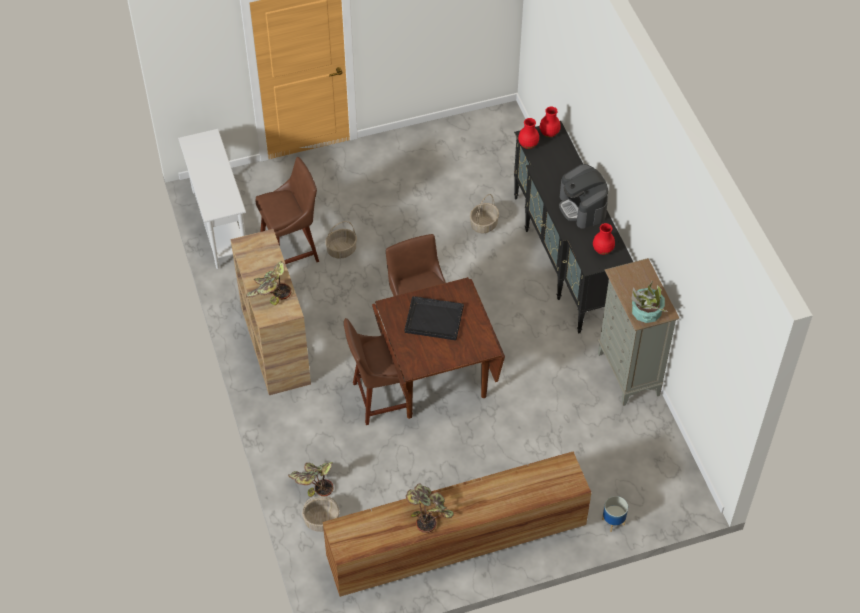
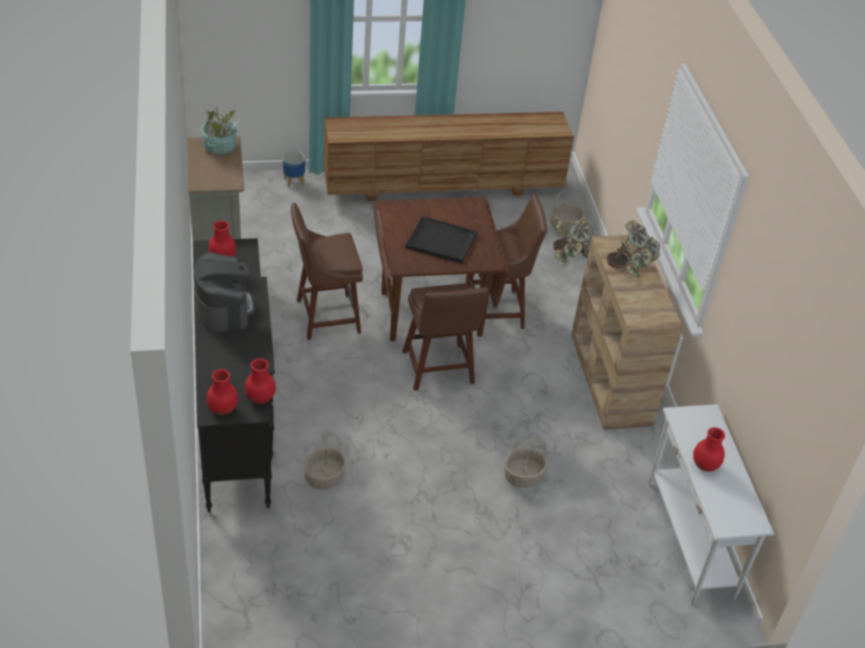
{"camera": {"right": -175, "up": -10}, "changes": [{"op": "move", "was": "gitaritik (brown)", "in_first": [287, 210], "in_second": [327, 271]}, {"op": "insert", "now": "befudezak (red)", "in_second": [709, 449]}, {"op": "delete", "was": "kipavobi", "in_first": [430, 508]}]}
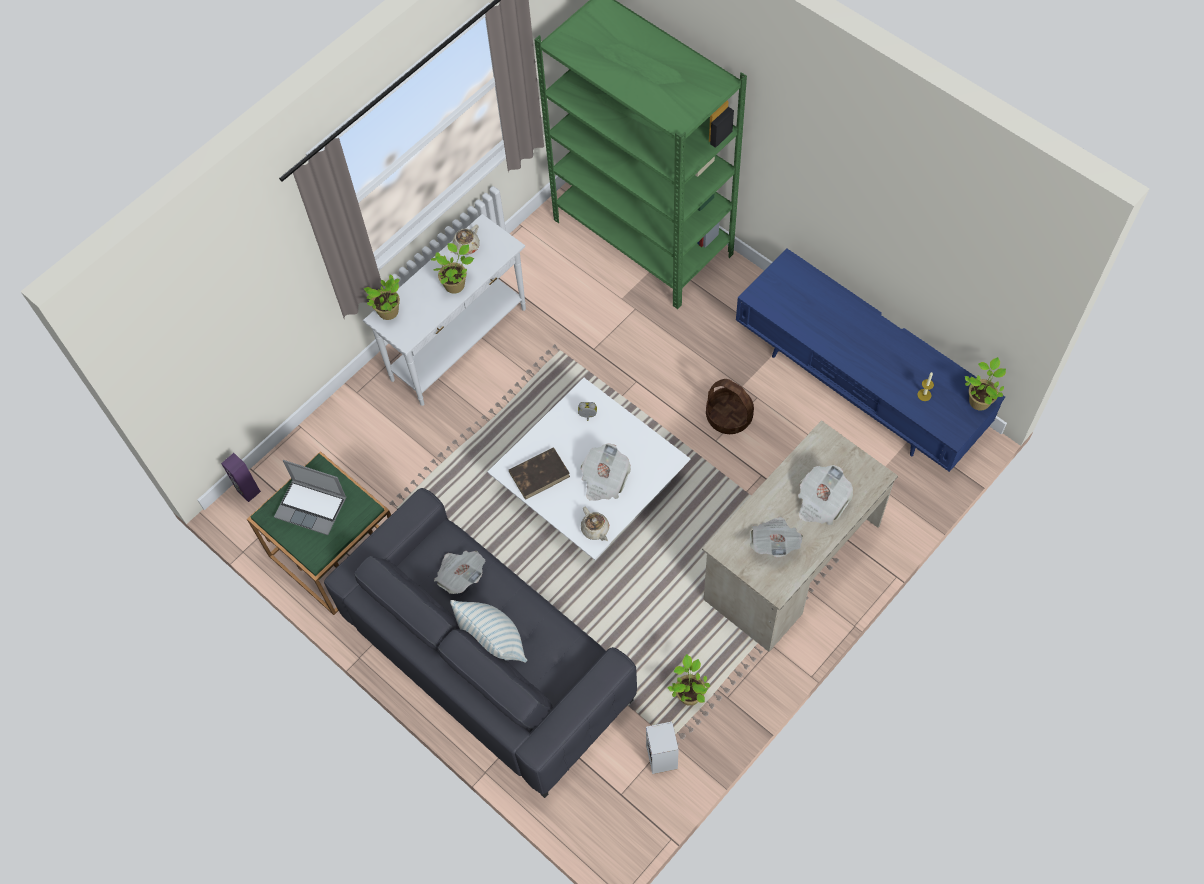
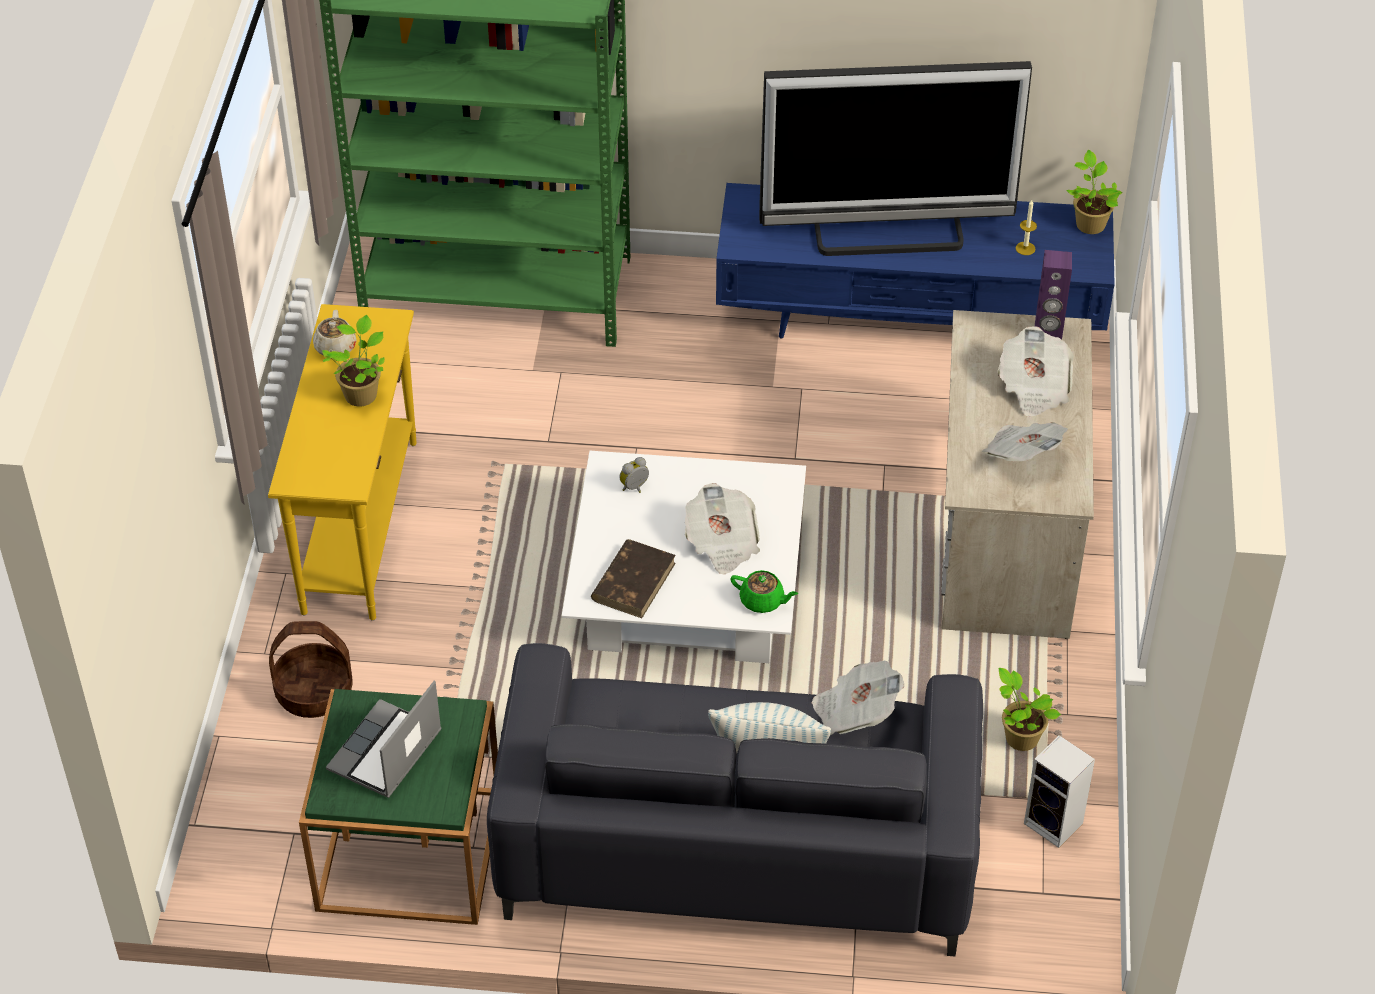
{"camera": {"right": -40, "up": -15}, "changes": [{"op": "recolor", "was": "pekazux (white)", "now": "pekazux (yellow)", "in_first": [444, 310], "in_second": [342, 462]}, {"op": "move", "was": "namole", "in_first": [730, 406], "in_second": [311, 669]}, {"op": "rotate", "was": "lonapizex", "in_first": [310, 497], "in_second": [384, 739], "clockwise": 135}, {"op": "recolor", "was": "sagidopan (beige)", "now": "sagidopan (green)", "in_first": [595, 524], "in_second": [764, 591]}, {"op": "insert", "now": "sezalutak", "in_second": [895, 158]}, {"op": "move", "was": "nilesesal", "in_first": [459, 572], "in_second": [858, 698]}, {"op": "move", "was": "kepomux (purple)", "in_first": [241, 477], "in_second": [1053, 294]}, {"op": "delete", "was": "kipavobi", "in_first": [382, 297]}]}
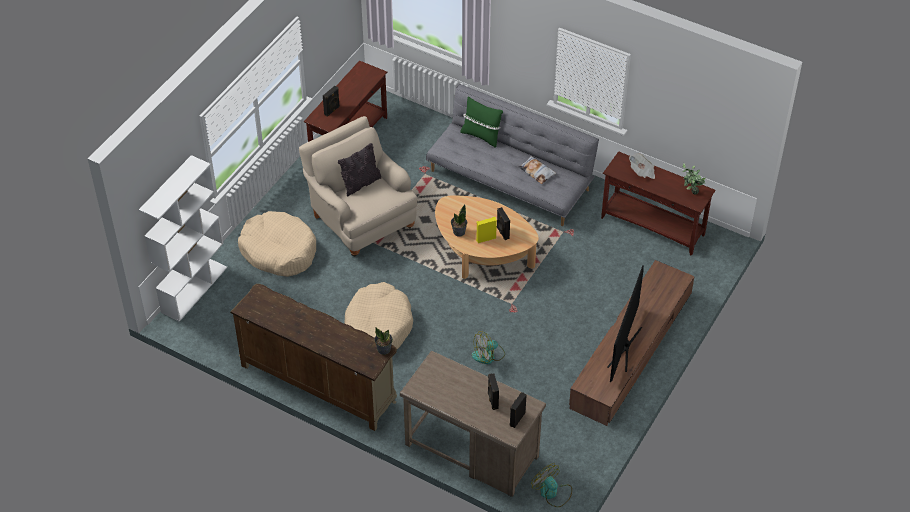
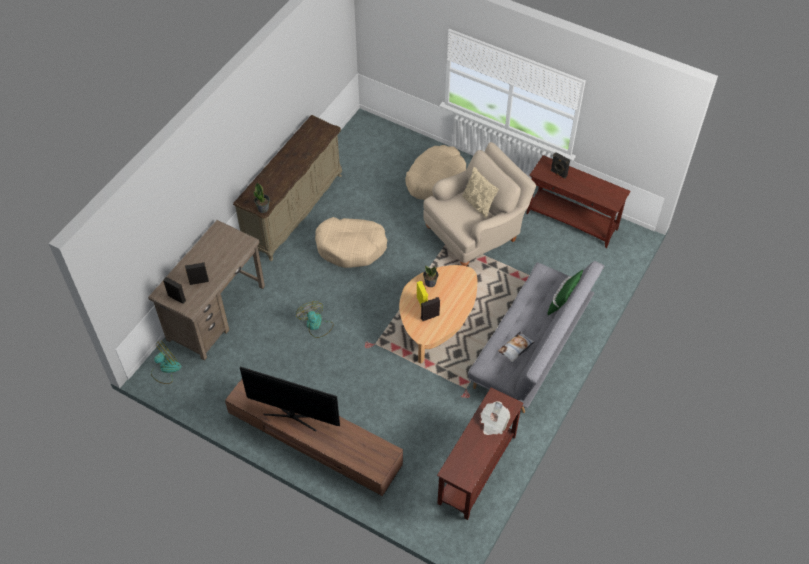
{"camera": {"right": 90, "up": 5}, "changes": [{"op": "recolor", "was": "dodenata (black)", "now": "dodenata (beige)", "in_first": [359, 170], "in_second": [480, 193]}, {"op": "delete", "was": "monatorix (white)", "in_first": [183, 238]}, {"op": "delete", "was": "kipavobi", "in_first": [694, 179]}]}
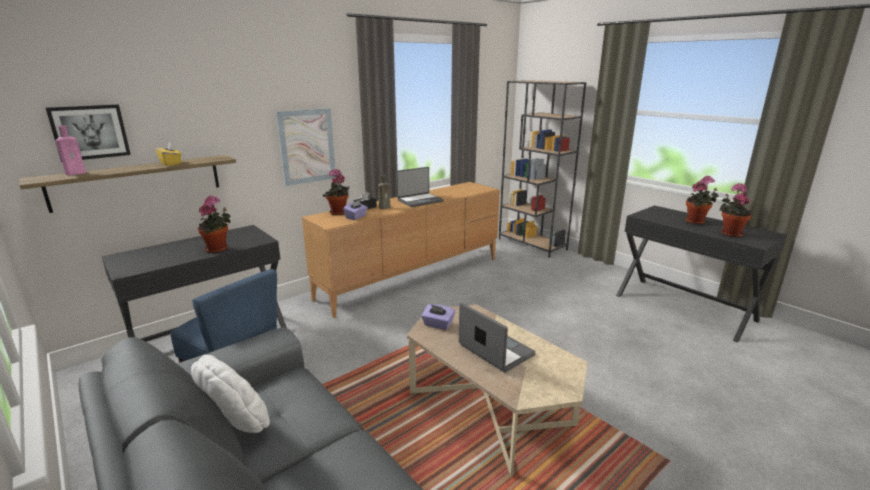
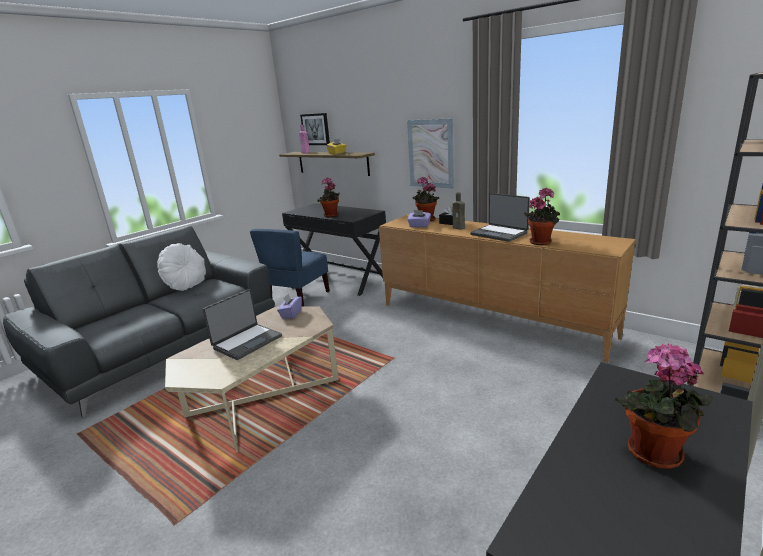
{"camera": {"right": 80, "up": 0}, "changes": [{"op": "move", "was": "kipavobi", "in_first": [735, 210], "in_second": [542, 216]}]}
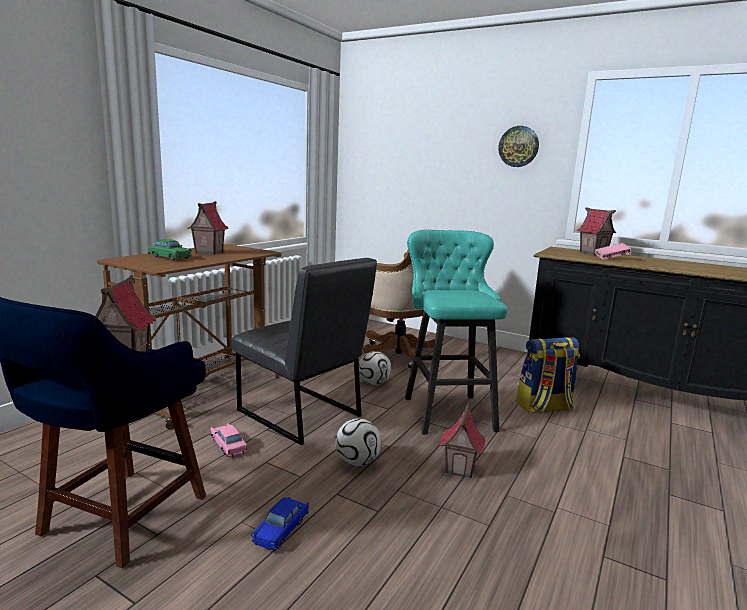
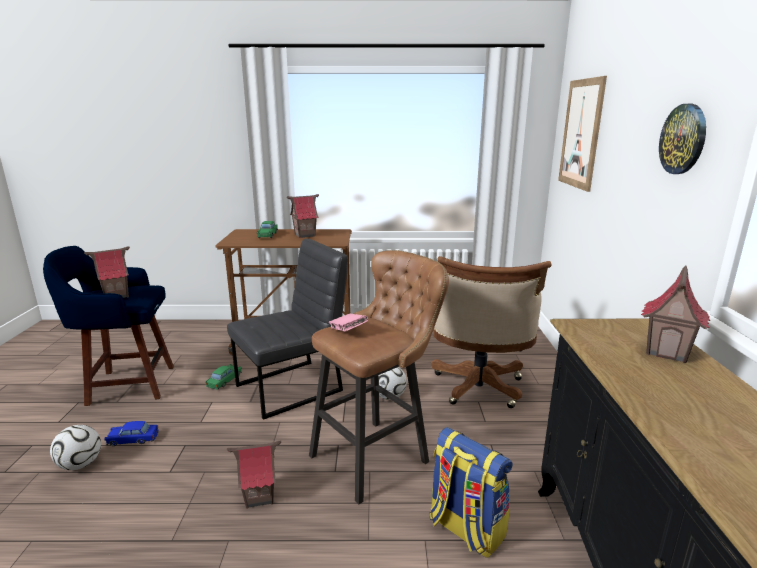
{"camera": {"right": 60, "up": 5}, "changes": [{"op": "move", "was": "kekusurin", "in_first": [358, 442], "in_second": [75, 447]}, {"op": "recolor", "was": "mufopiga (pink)", "now": "mufopiga (green)", "in_first": [228, 440], "in_second": [223, 377]}, {"op": "rotate", "was": "gitaritik (grey)", "in_first": [304, 351], "in_second": [287, 329], "clockwise": -135}, {"op": "recolor", "was": "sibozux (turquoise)", "now": "sibozux (brown)", "in_first": [456, 332], "in_second": [379, 377]}, {"op": "move", "was": "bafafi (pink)", "in_first": [612, 251], "in_second": [348, 323]}, {"op": "insert", "now": "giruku", "in_second": [582, 134]}]}
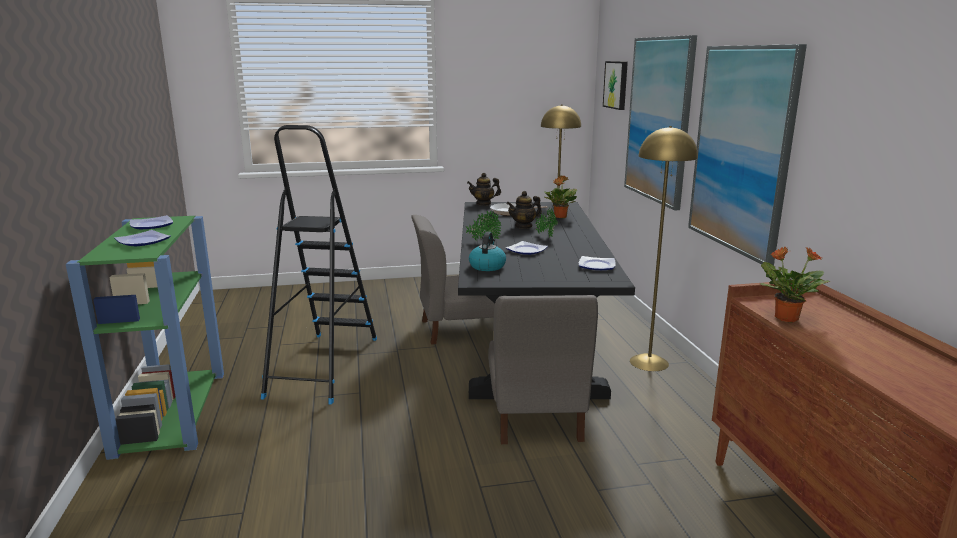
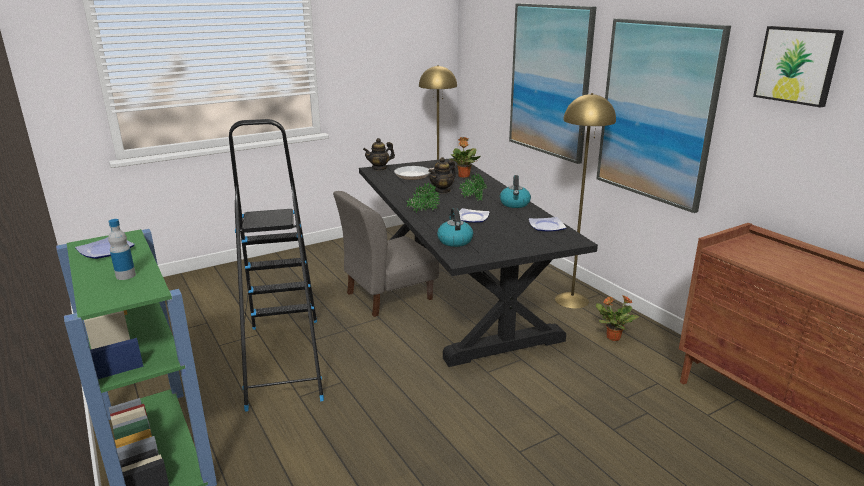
{"camera": {"right": -20, "up": 5}, "changes": [{"op": "replace", "was": "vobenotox", "now": "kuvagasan", "in_first": [142, 238], "in_second": [122, 249]}, {"op": "insert", "now": "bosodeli", "in_second": [515, 191]}, {"op": "move", "was": "kipavobi", "in_first": [795, 285], "in_second": [617, 318]}, {"op": "move", "was": "giruku", "in_first": [615, 85], "in_second": [798, 66]}, {"op": "delete", "was": "gitaritik (grey)", "in_first": [543, 369]}]}
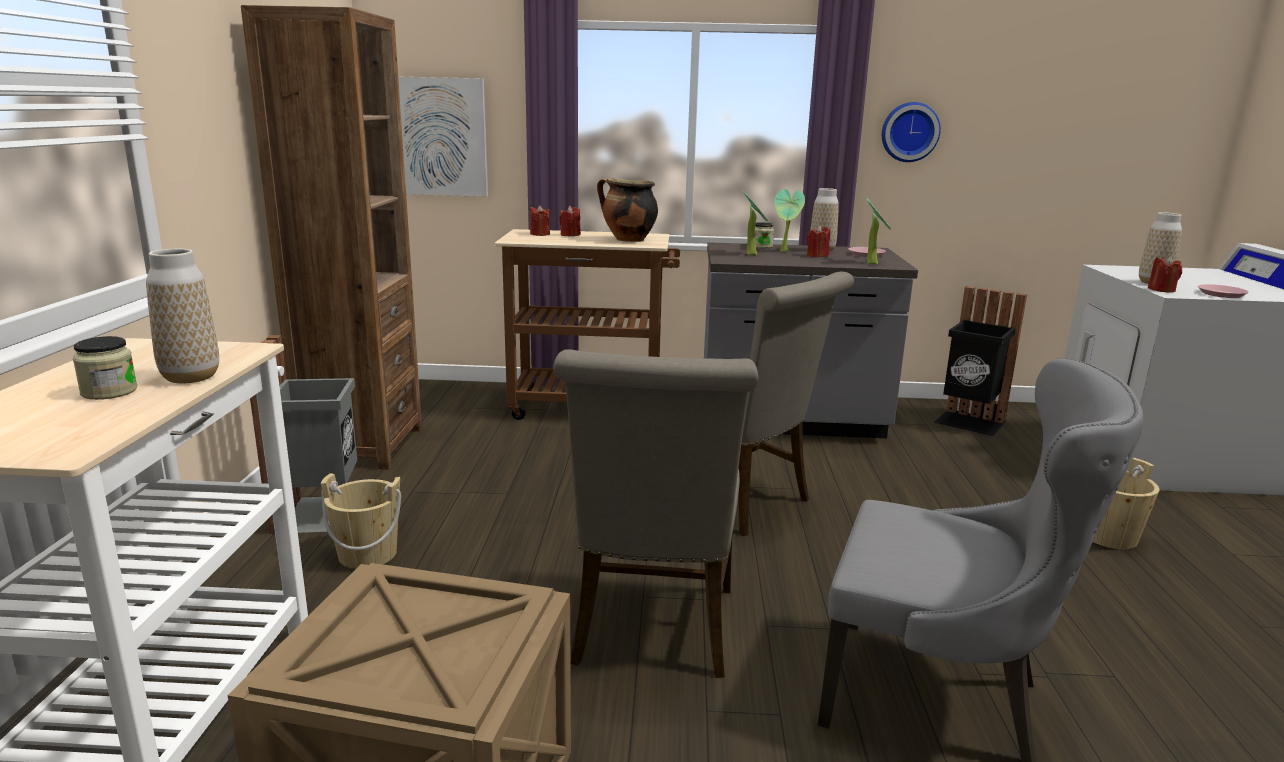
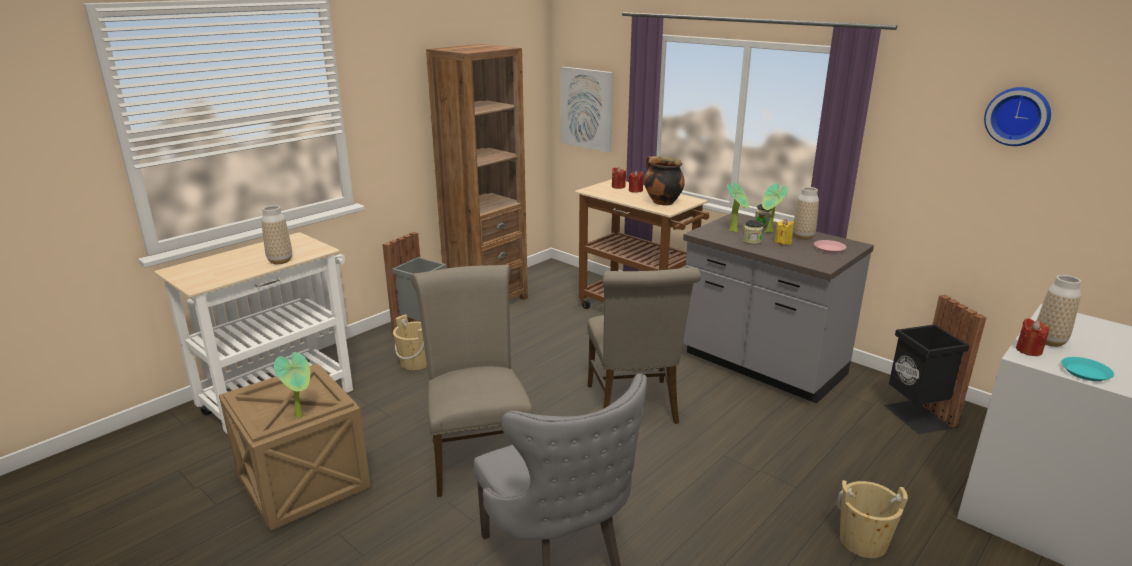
{"camera": {"right": 40, "up": 5}, "changes": [{"op": "move", "was": "kipavobi", "in_first": [878, 231], "in_second": [292, 385]}, {"op": "rotate", "was": "gitaritik (beige)", "in_first": [656, 513], "in_second": [472, 381], "clockwise": 120}, {"op": "move", "was": "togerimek", "in_first": [105, 368], "in_second": [753, 232]}, {"op": "recolor", "was": "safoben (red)", "now": "safoben (yellow)", "in_first": [818, 241], "in_second": [784, 231]}, {"op": "move", "was": "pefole", "in_first": [911, 132], "in_second": [1017, 116]}, {"op": "recolor", "was": "vobenotox (pink)", "now": "vobenotox (turquoise)", "in_first": [1223, 291], "in_second": [1087, 369]}]}
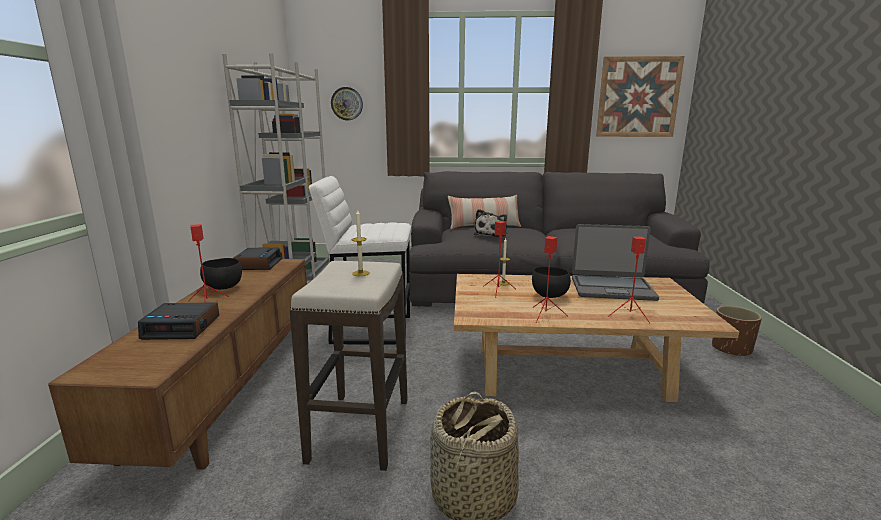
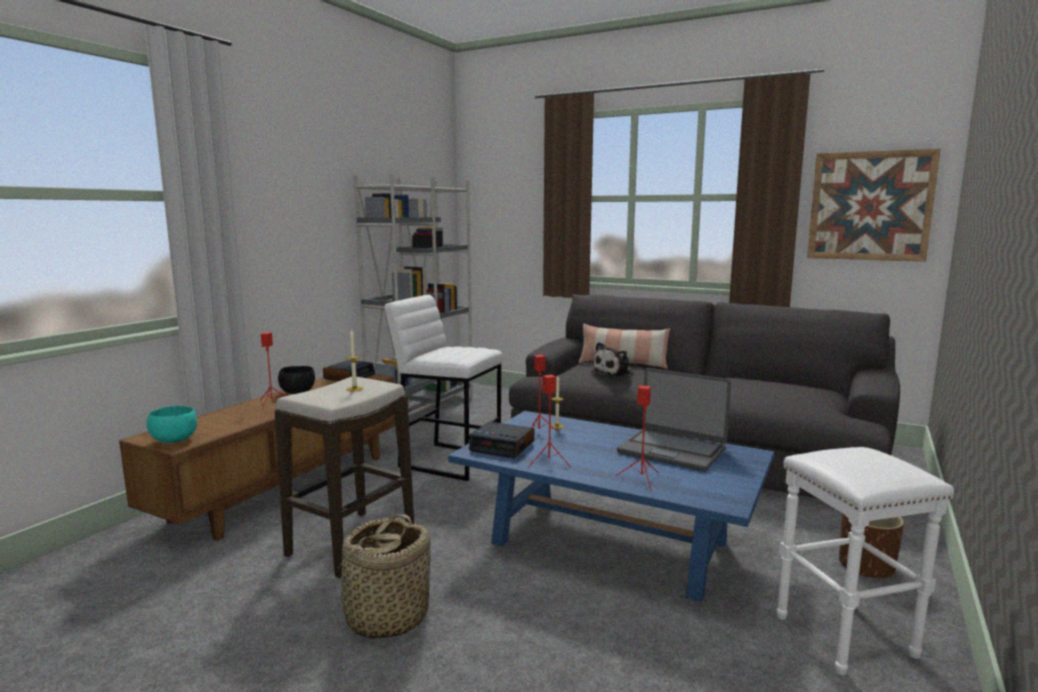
{"camera": {"right": 25, "up": -5}, "changes": [{"op": "insert", "now": "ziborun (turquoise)", "in_second": [172, 424]}, {"op": "recolor", "was": "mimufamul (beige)", "now": "mimufamul (blue)", "in_first": [596, 338], "in_second": [611, 506]}, {"op": "move", "was": "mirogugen", "in_first": [178, 321], "in_second": [501, 440]}, {"op": "insert", "now": "sibozux (white)", "in_second": [865, 561]}, {"op": "delete", "was": "pefole", "in_first": [347, 103]}, {"op": "delete", "was": "ziborun (black)", "in_first": [551, 282]}]}
